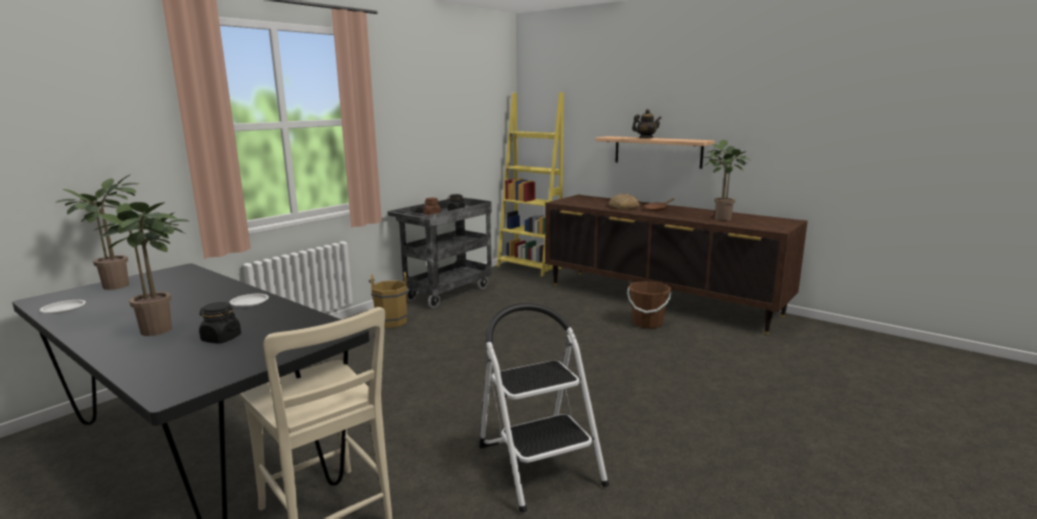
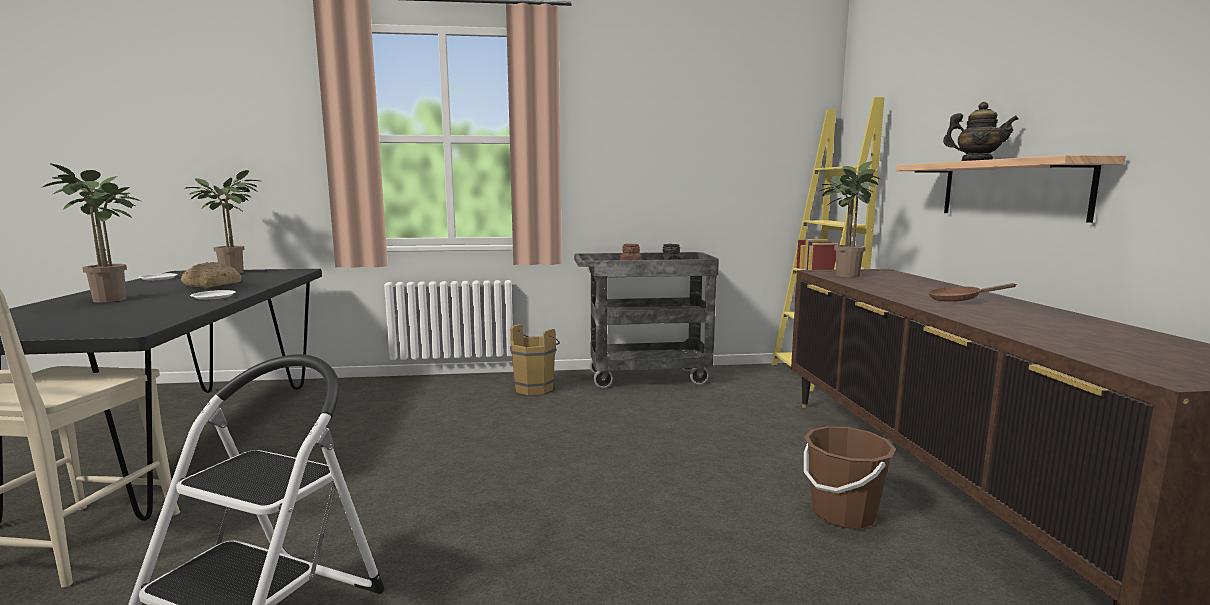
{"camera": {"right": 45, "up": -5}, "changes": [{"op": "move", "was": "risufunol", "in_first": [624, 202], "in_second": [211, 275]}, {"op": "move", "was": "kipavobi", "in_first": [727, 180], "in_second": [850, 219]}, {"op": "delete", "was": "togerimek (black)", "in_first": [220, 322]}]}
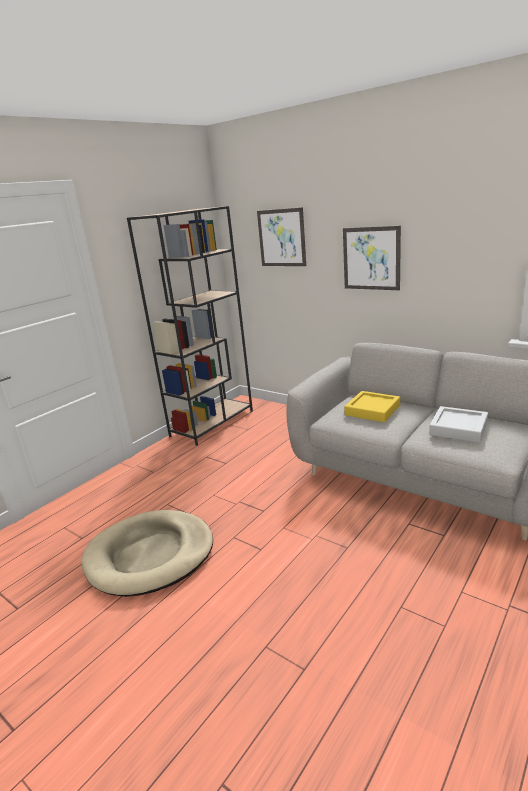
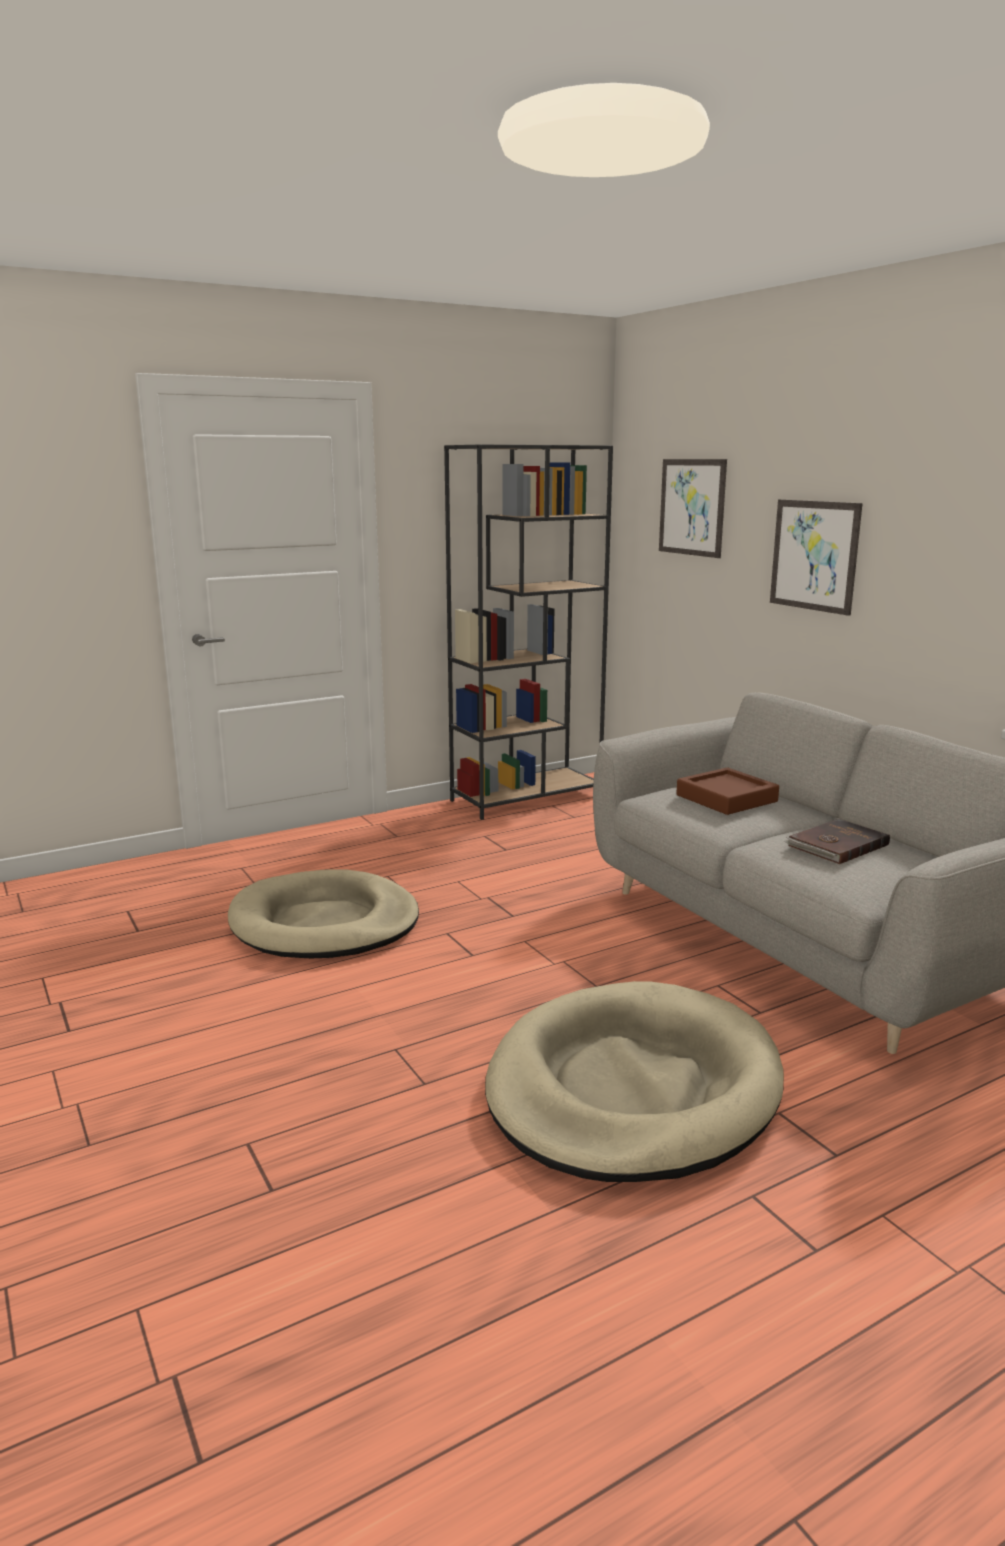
{"camera": {"right": 20, "up": -5}, "changes": [{"op": "insert", "now": "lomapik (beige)", "in_second": [634, 1081]}, {"op": "recolor", "was": "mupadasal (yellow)", "now": "mupadasal (brown)", "in_first": [372, 406], "in_second": [727, 791]}, {"op": "replace", "was": "mupadasal (grey)", "now": "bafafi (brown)", "in_first": [458, 424], "in_second": [837, 841]}]}
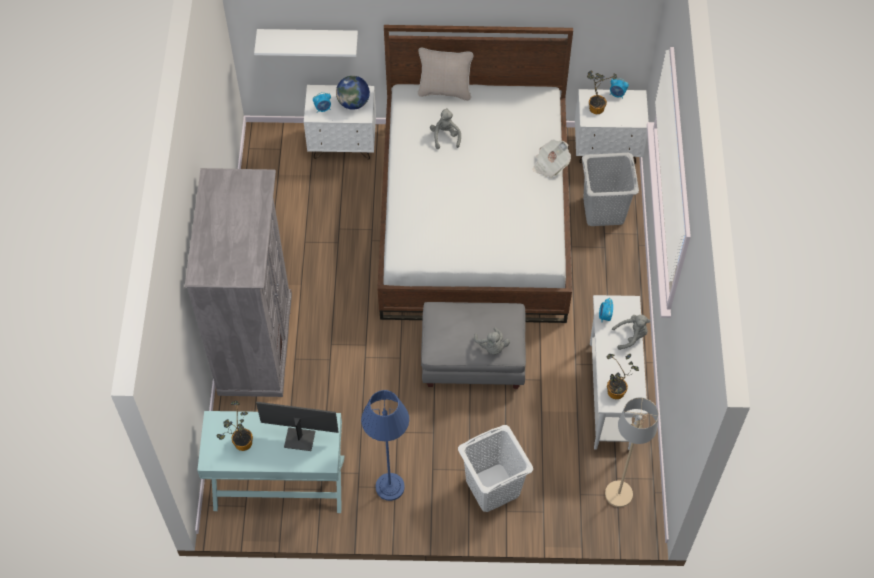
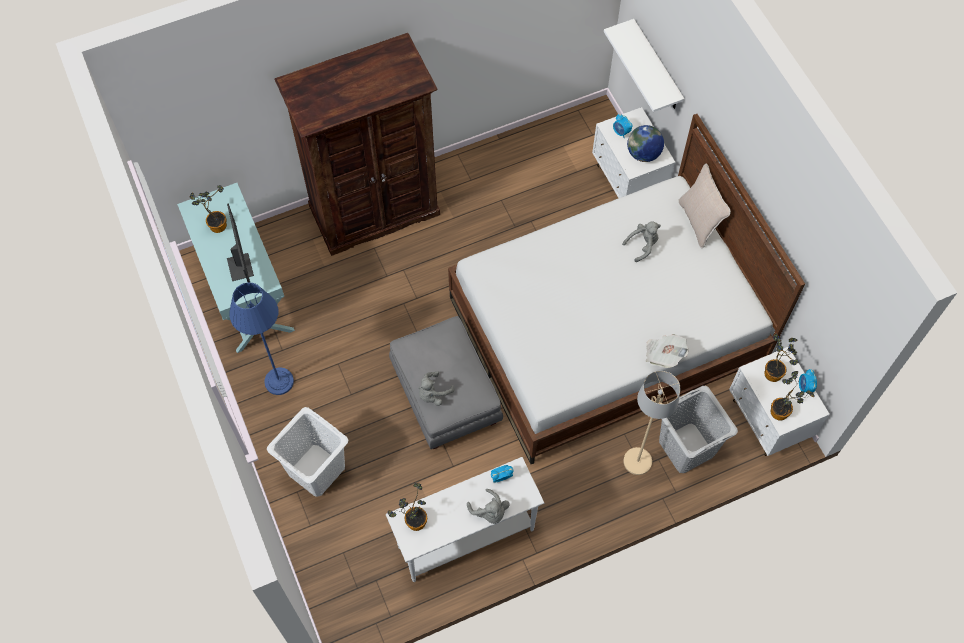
{"camera": {"right": 65, "up": 5}, "changes": [{"op": "recolor", "was": "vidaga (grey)", "now": "vidaga (brown)", "in_first": [238, 282], "in_second": [357, 144]}, {"op": "move", "was": "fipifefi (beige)", "in_first": [632, 452], "in_second": [651, 423]}, {"op": "insert", "now": "kipavobi", "in_second": [792, 395]}]}
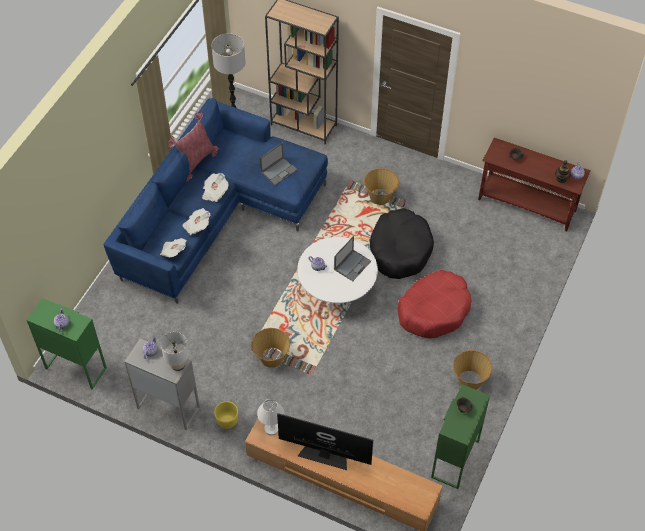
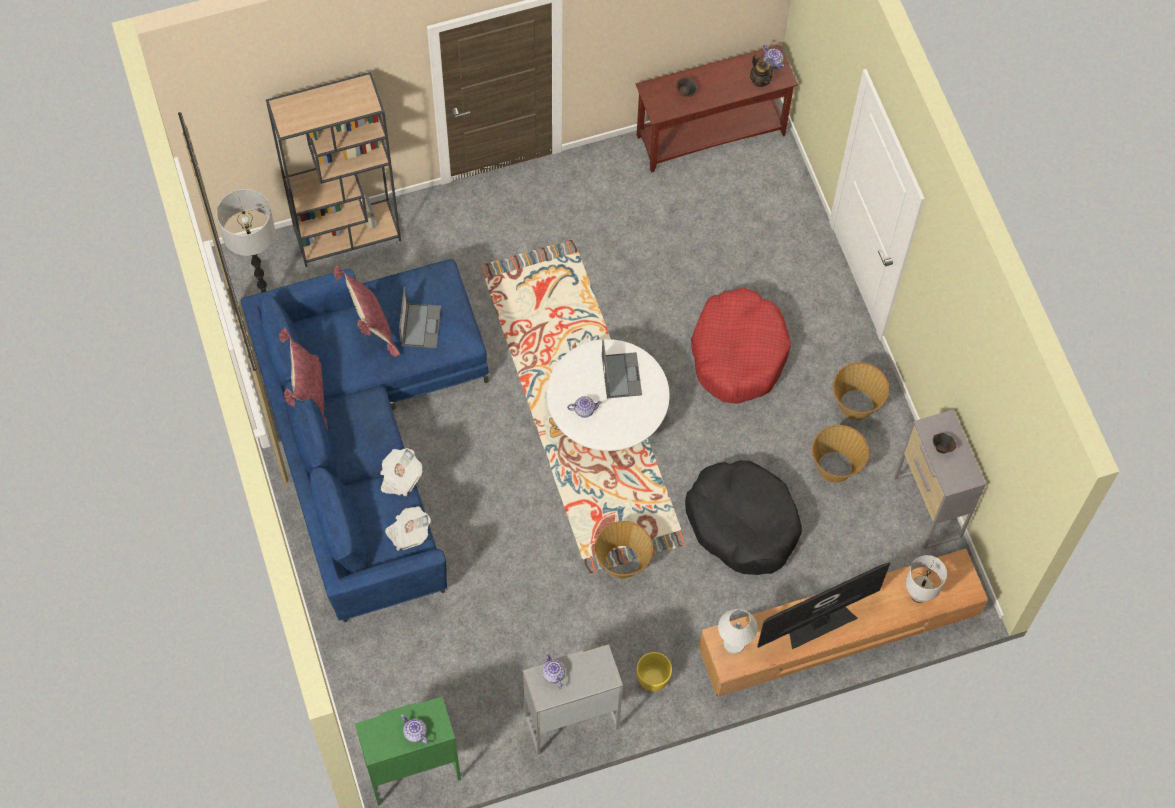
{"camera": {"right": -45, "up": 10}, "changes": [{"op": "insert", "now": "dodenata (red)", "in_second": [366, 311]}, {"op": "move", "was": "lomapik (black)", "in_first": [401, 243], "in_second": [743, 517]}, {"op": "move", "was": "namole", "in_first": [381, 186], "in_second": [840, 454]}, {"op": "recolor", "was": "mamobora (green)", "now": "mamobora (grey)", "in_first": [460, 436], "in_second": [940, 479]}, {"op": "move", "was": "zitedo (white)", "in_first": [175, 351], "in_second": [926, 579]}, {"op": "delete", "was": "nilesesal", "in_first": [215, 187]}]}
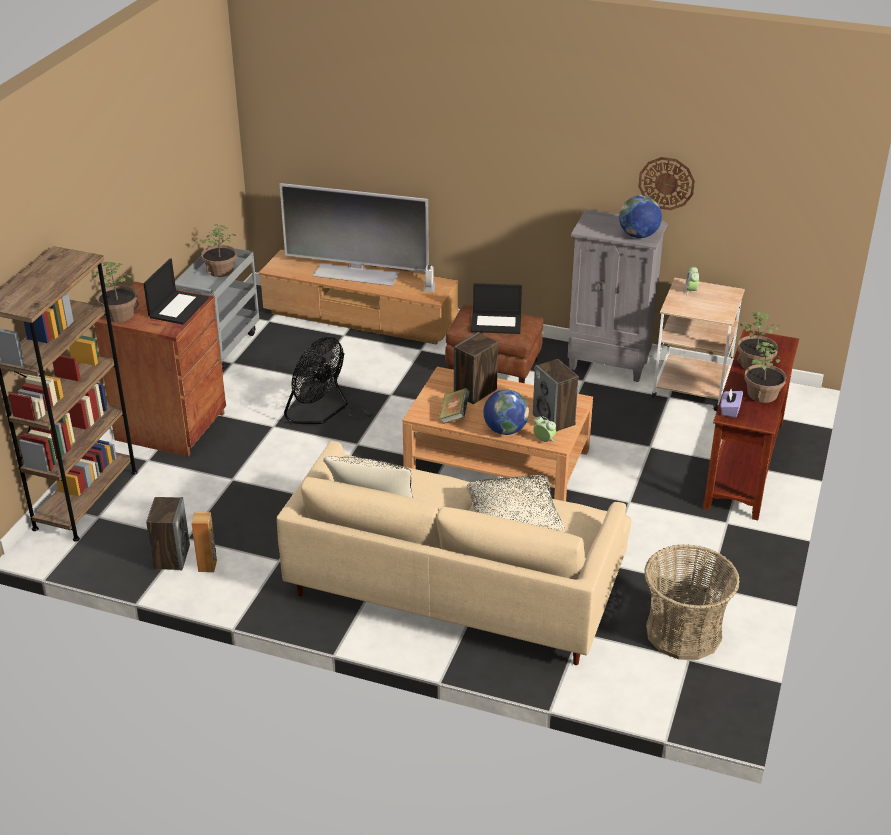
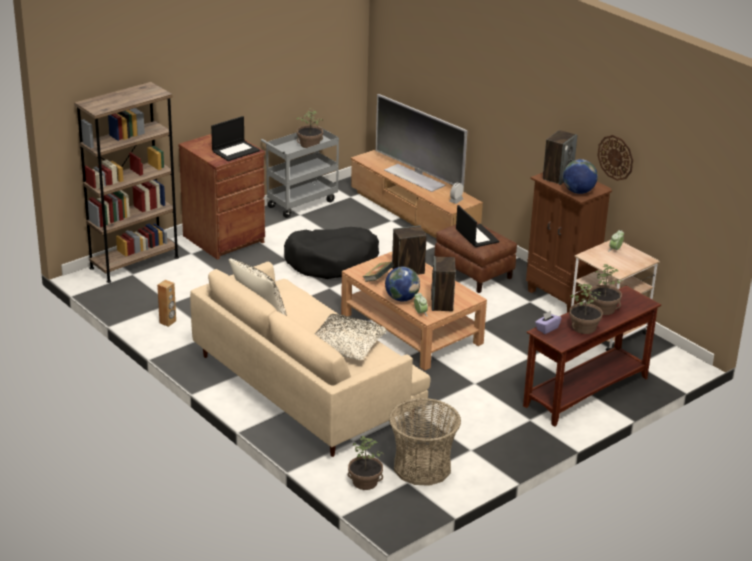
{"camera": {"right": 30, "up": -5}, "changes": [{"op": "replace", "was": "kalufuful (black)", "now": "lomapik (black)", "in_first": [328, 381], "in_second": [331, 253]}, {"op": "move", "was": "kipavobi", "in_first": [117, 291], "in_second": [365, 463]}, {"op": "rotate", "was": "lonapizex", "in_first": [496, 308], "in_second": [477, 226], "clockwise": -150}, {"op": "recolor", "was": "mamobora (grey)", "now": "mamobora (brown)", "in_first": [618, 295], "in_second": [569, 243]}, {"op": "move", "was": "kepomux", "in_first": [168, 534], "in_second": [560, 157]}]}
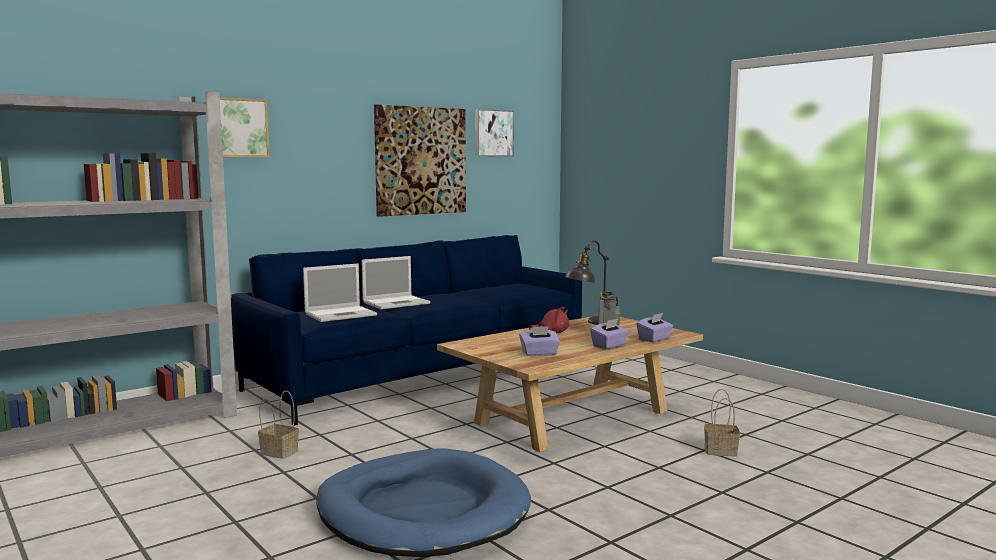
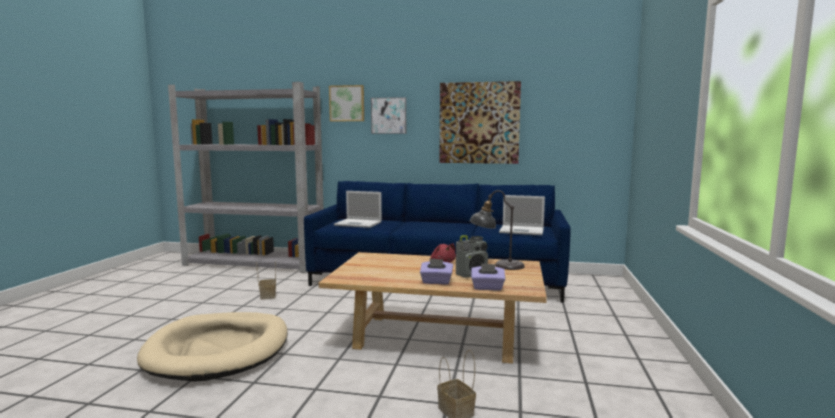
{"camera": {"right": 50, "up": 0}, "changes": [{"op": "recolor", "was": "lomapik (blue)", "now": "lomapik (beige)", "in_first": [423, 502], "in_second": [212, 347]}, {"op": "move", "was": "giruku", "in_first": [494, 132], "in_second": [388, 115]}, {"op": "move", "was": "lonapizex", "in_first": [396, 282], "in_second": [522, 215]}, {"op": "delete", "was": "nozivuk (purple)", "in_first": [539, 341]}]}
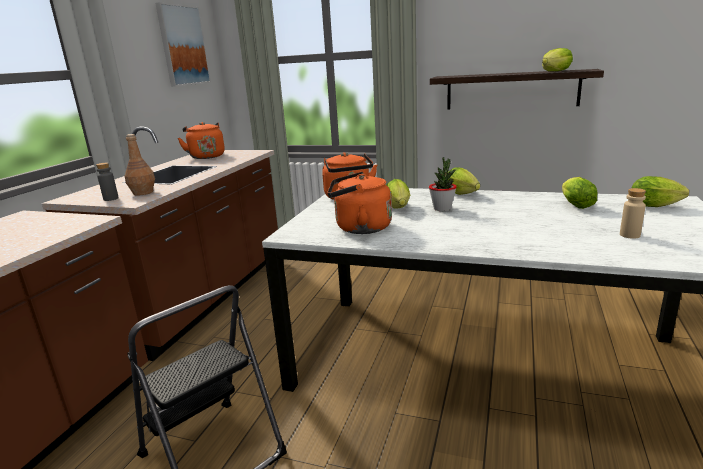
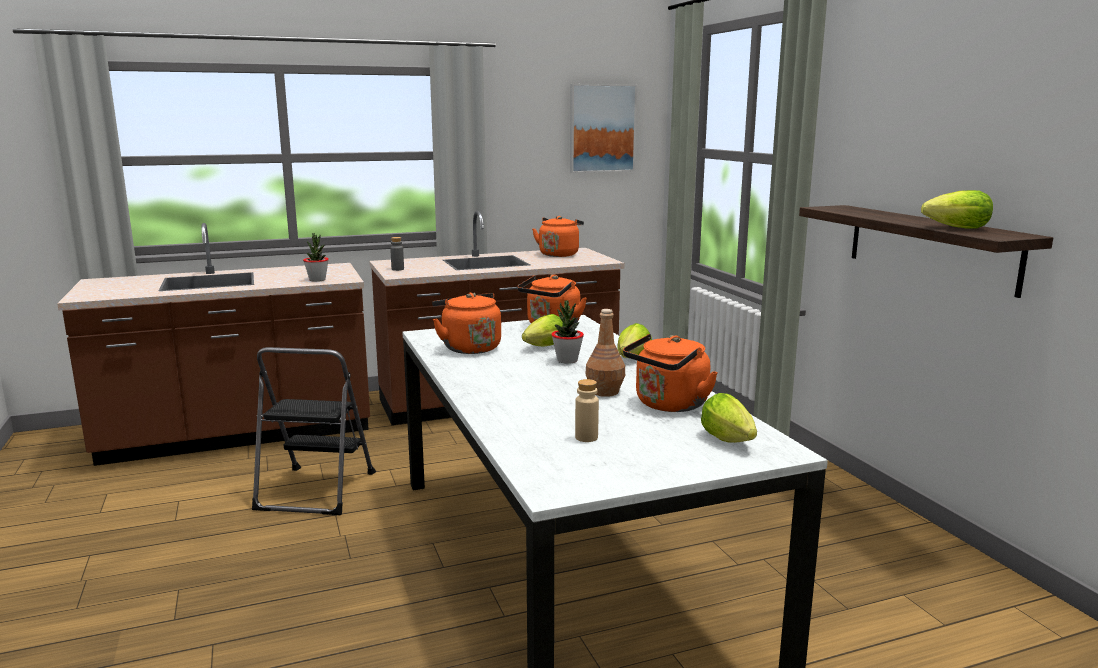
{"camera": {"right": 50, "up": -5}, "changes": [{"op": "insert", "now": "kipavobi", "in_second": [316, 257]}, {"op": "move", "was": "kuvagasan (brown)", "in_first": [140, 164], "in_second": [605, 353]}, {"op": "replace", "was": "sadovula", "now": "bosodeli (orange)", "in_first": [580, 193], "in_second": [670, 373]}]}
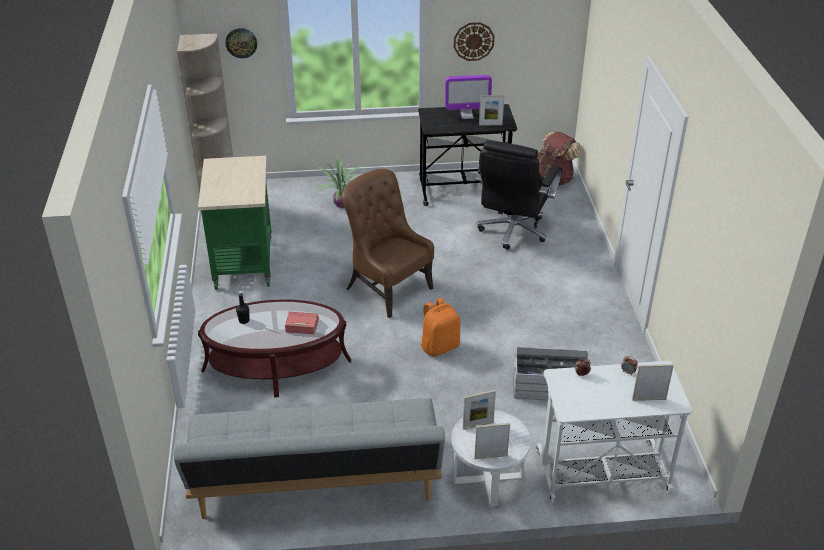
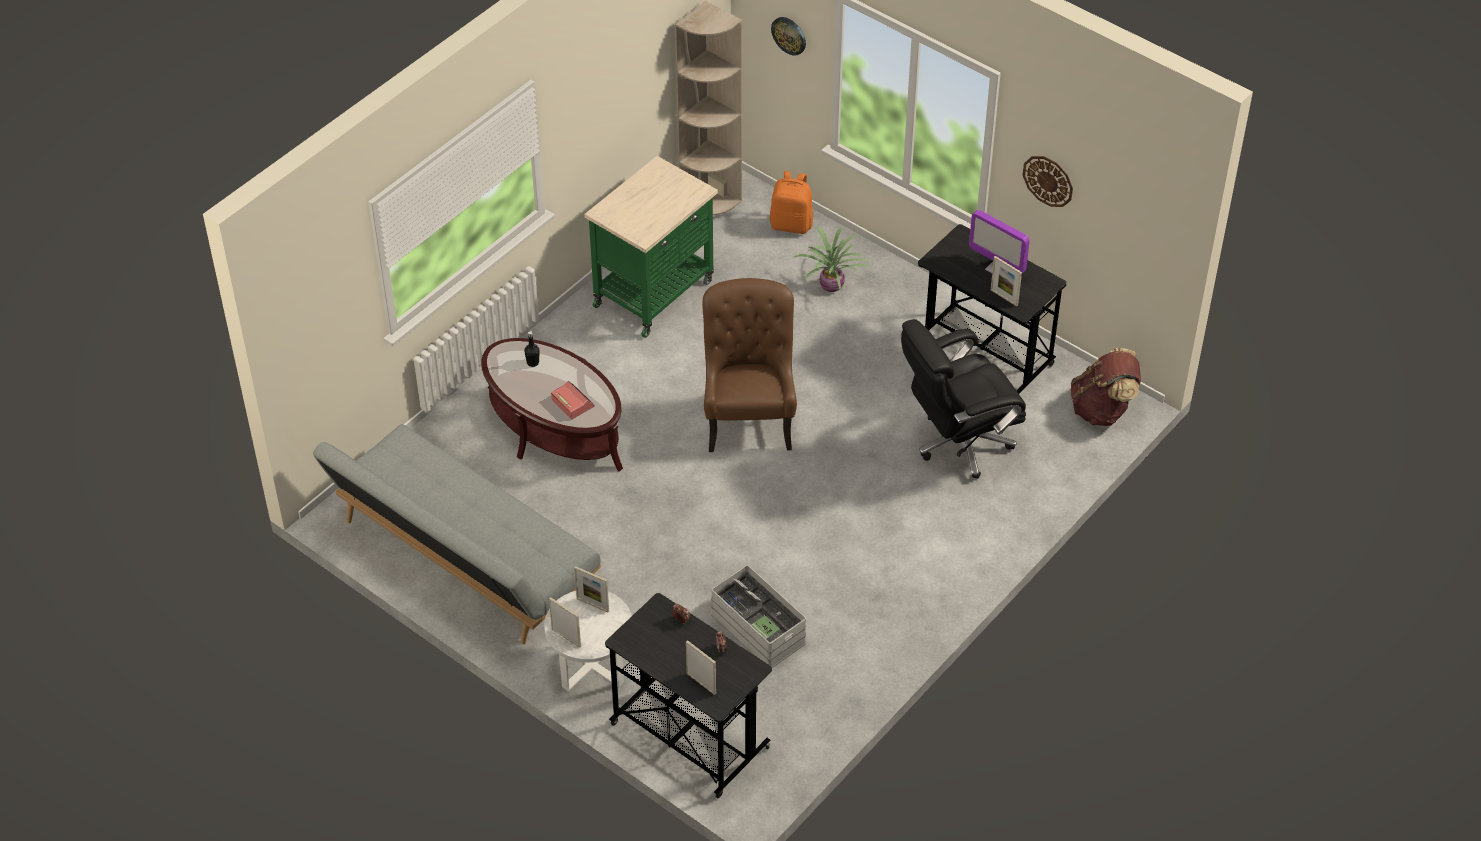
{"camera": {"right": 45, "up": 10}, "changes": [{"op": "recolor", "was": "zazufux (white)", "now": "zazufux (black)", "in_first": [614, 432], "in_second": [688, 696]}, {"op": "move", "was": "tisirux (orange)", "in_first": [440, 327], "in_second": [791, 202]}]}
